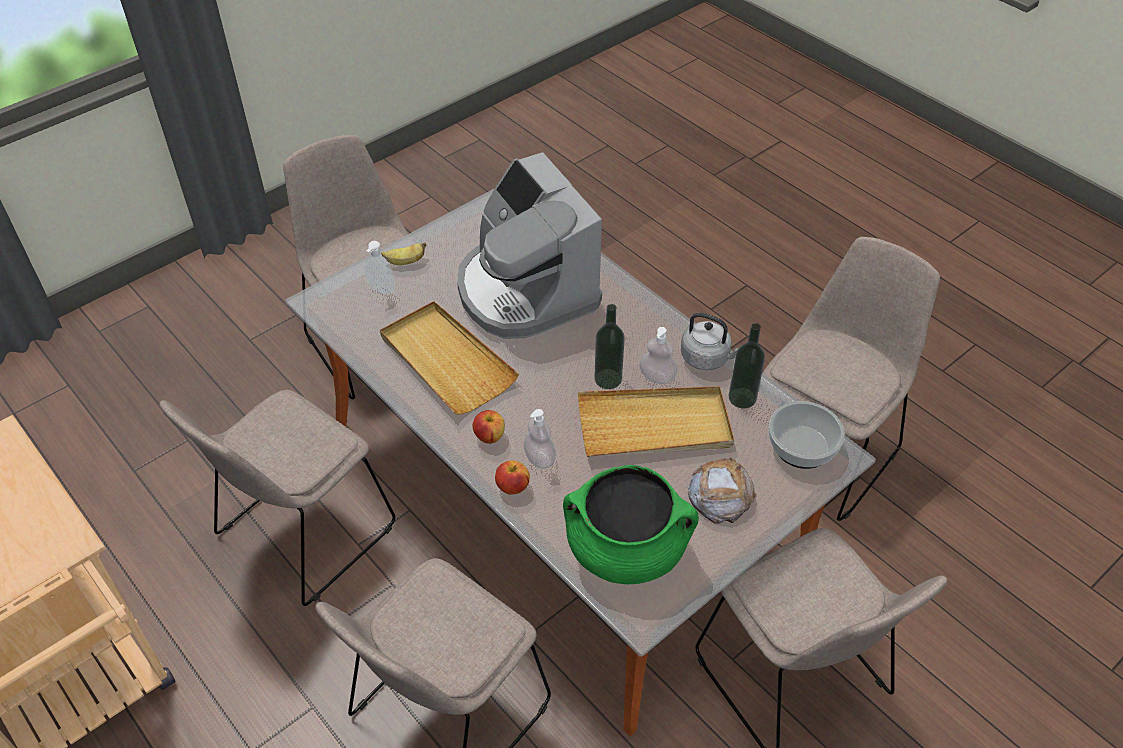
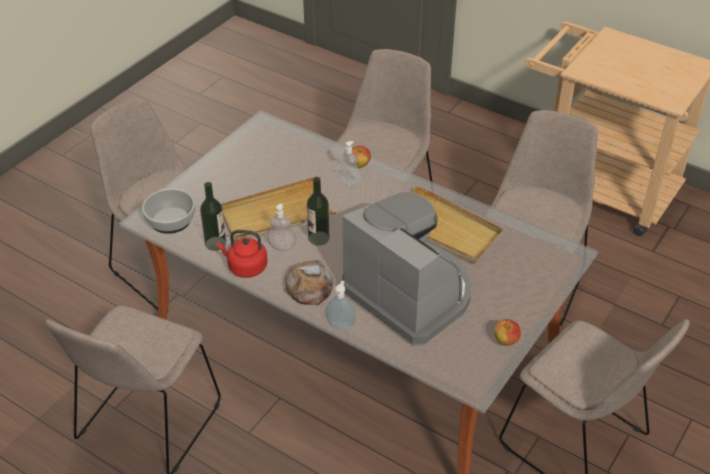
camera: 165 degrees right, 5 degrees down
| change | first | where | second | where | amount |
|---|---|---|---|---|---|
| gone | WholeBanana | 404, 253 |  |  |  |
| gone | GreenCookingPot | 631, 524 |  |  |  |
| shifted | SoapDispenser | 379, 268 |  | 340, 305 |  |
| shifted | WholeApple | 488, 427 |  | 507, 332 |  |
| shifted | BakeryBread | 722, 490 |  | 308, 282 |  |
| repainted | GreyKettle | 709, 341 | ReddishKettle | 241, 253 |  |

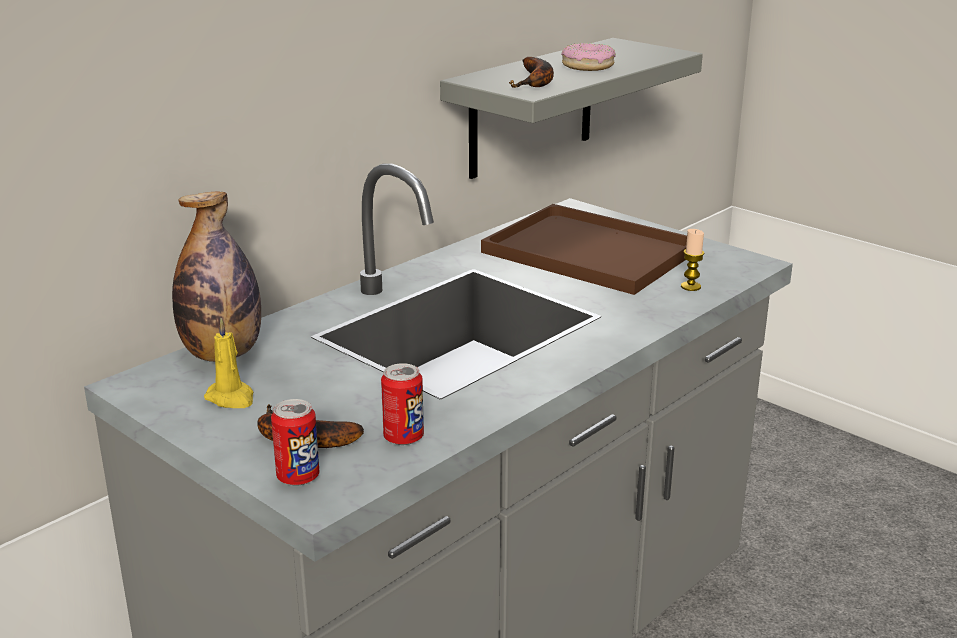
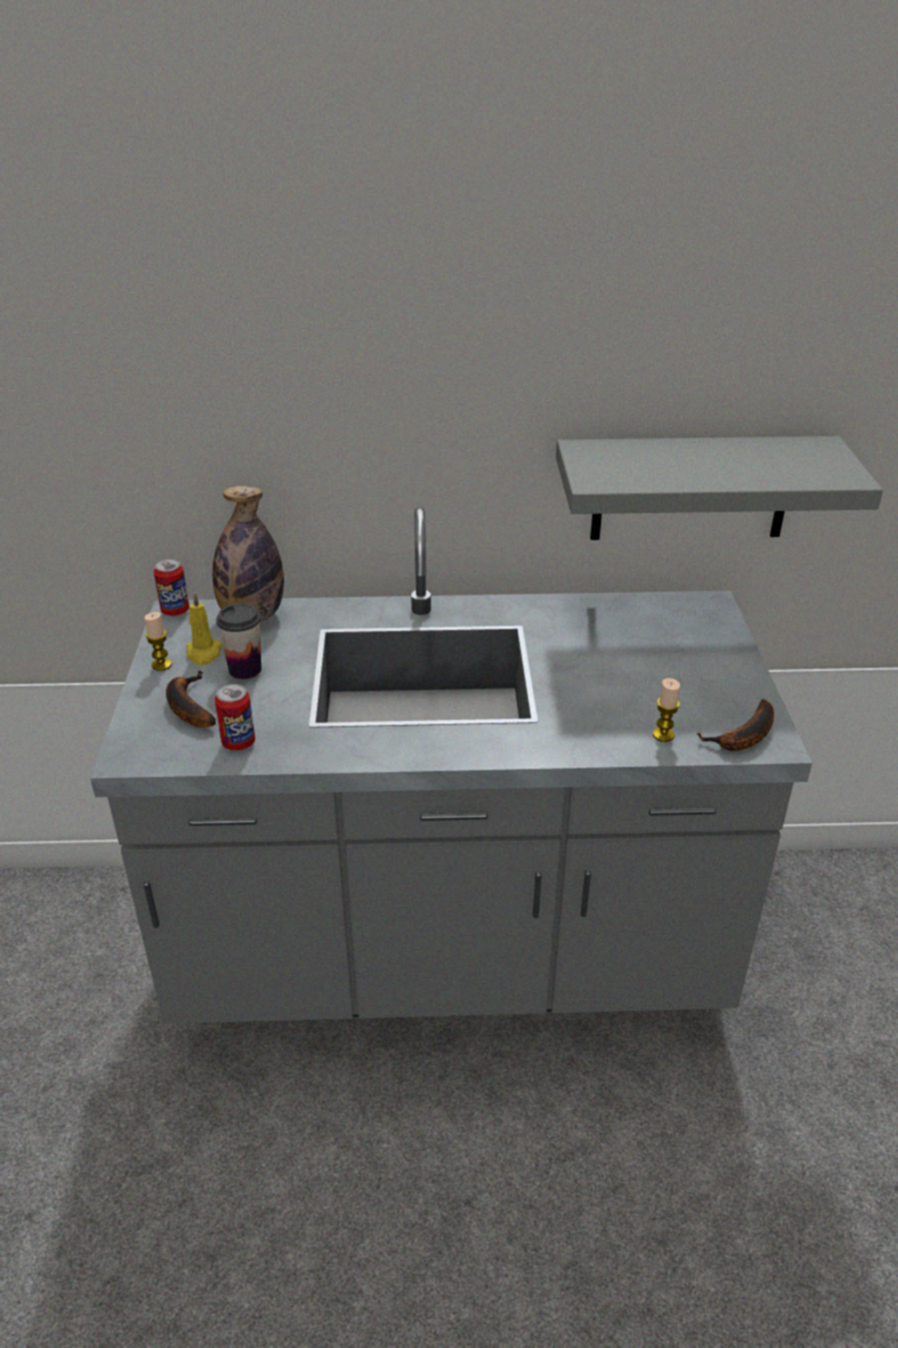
camera: 45 degrees right, 10 degrees up
| change | first | where | second | where | amount |
|---|---|---|---|---|---|
| gone | BrownTray | 584, 249 |  |  |  |
| gone | Donut | 588, 57 |  |  |  |
| new |  |  | WaxLight | 158, 641 |  |
| new |  |  | DrinkingCup | 238, 641 |  |
| shifted | SealedCan | 295, 442 |  | 171, 587 |  |
| shifted | WholeBanana | 531, 72 |  | 735, 725 |  |

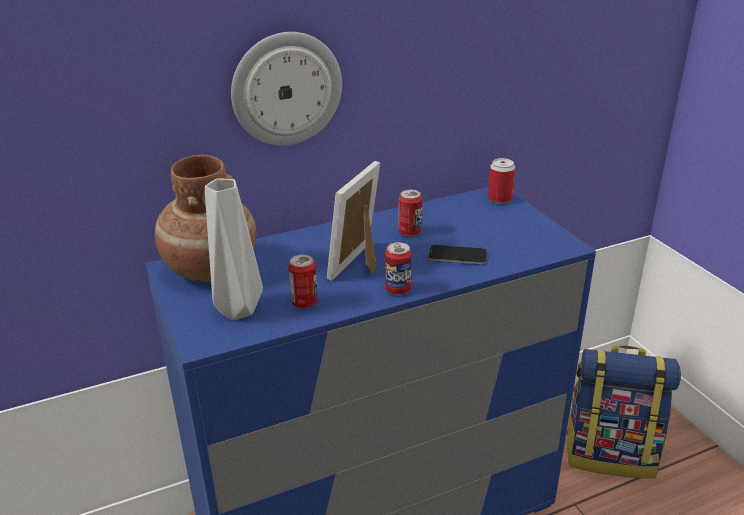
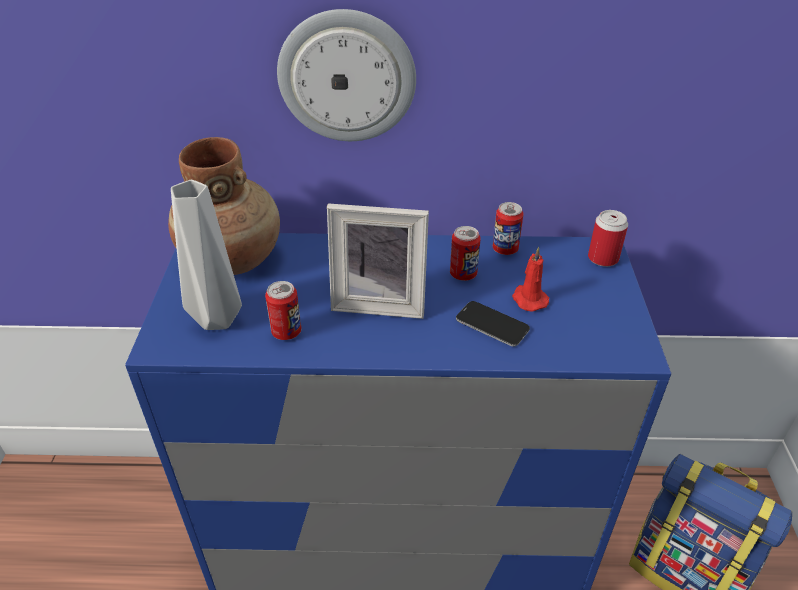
camera: 25 degrees right, 10 degrees up
| change | first | where | second | where | amount |
|---|---|---|---|---|---|
| new |  |  | ReddishWaxLight | 530, 279 |  |
| shifted | SealedCan | 398, 268 |  | 508, 228 |  |
| rotated | StandingFrame | 353, 221 |  | 378, 261 | 135 degrees counterclockwise |

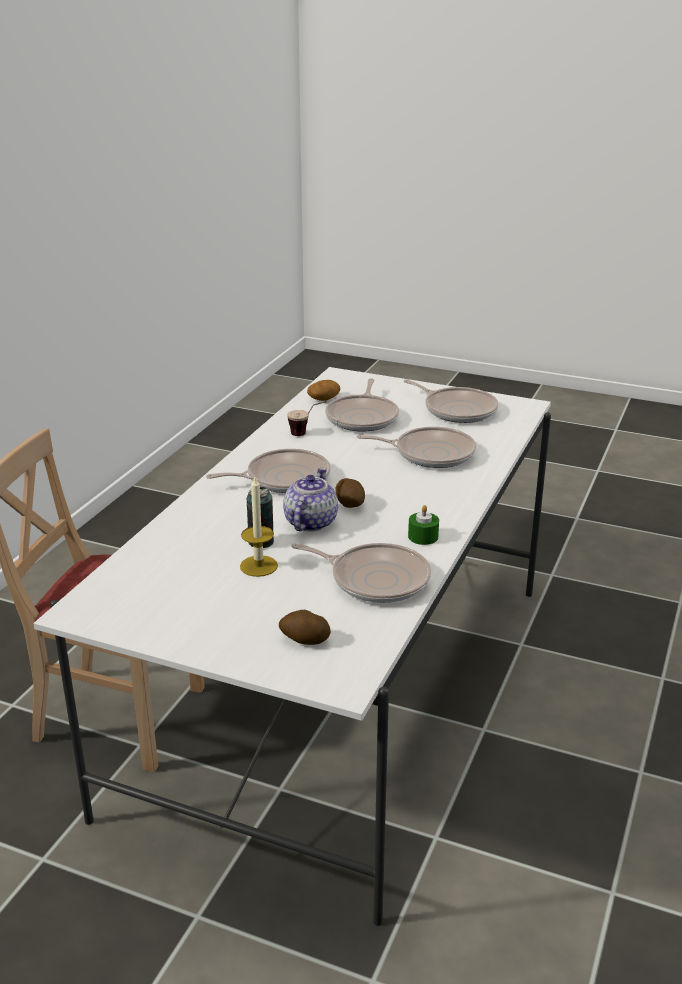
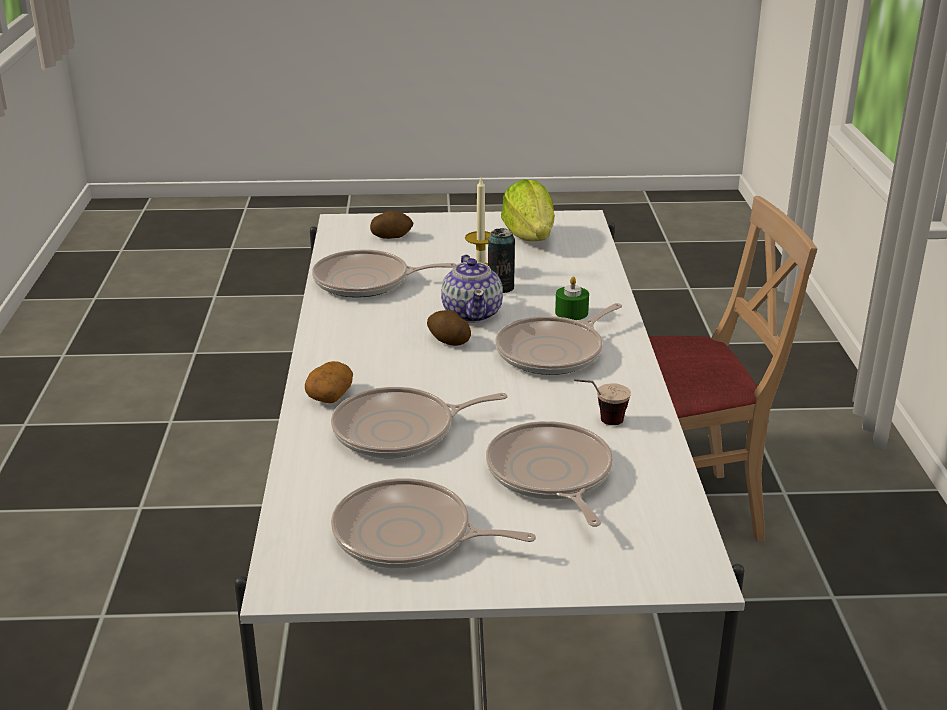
camera: 155 degrees right, 0 degrees up
| change | first | where | second | where | amount |
|---|---|---|---|---|---|
| new |  |  | HeadOfLettuce | 528, 210 |  |
| shifted | Spud | 323, 390 |  | 329, 382 |  |
| shifted | GreenWaxLight | 423, 525 |  | 572, 298 |  |

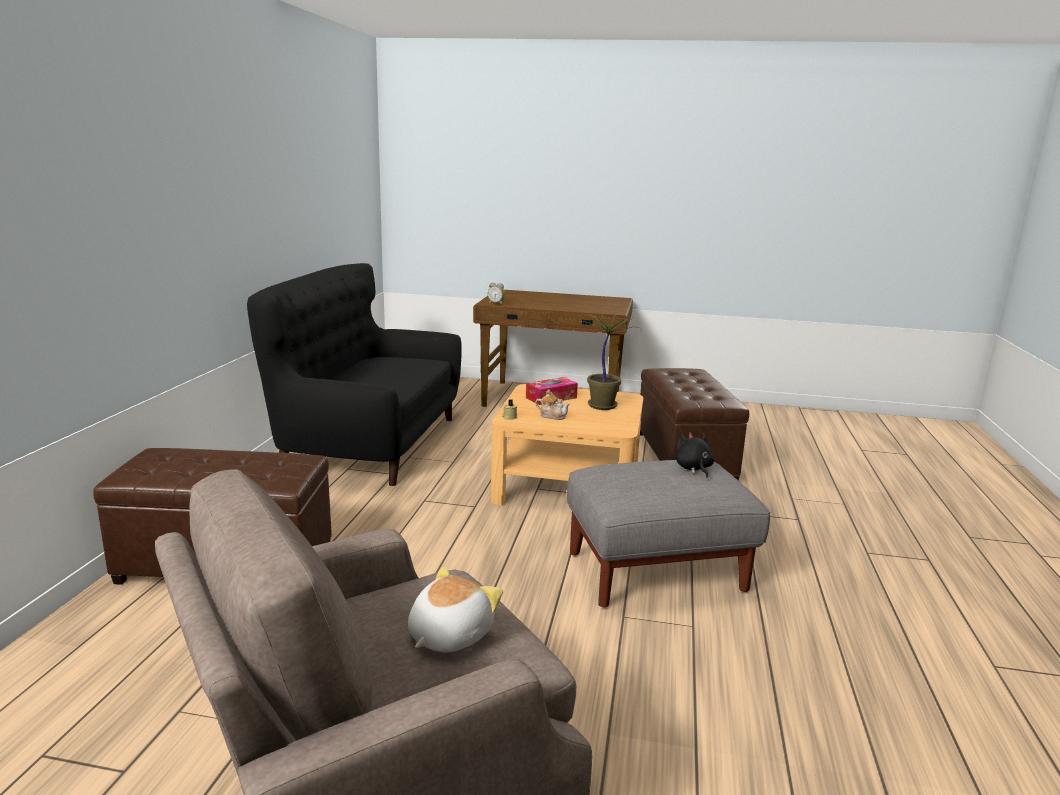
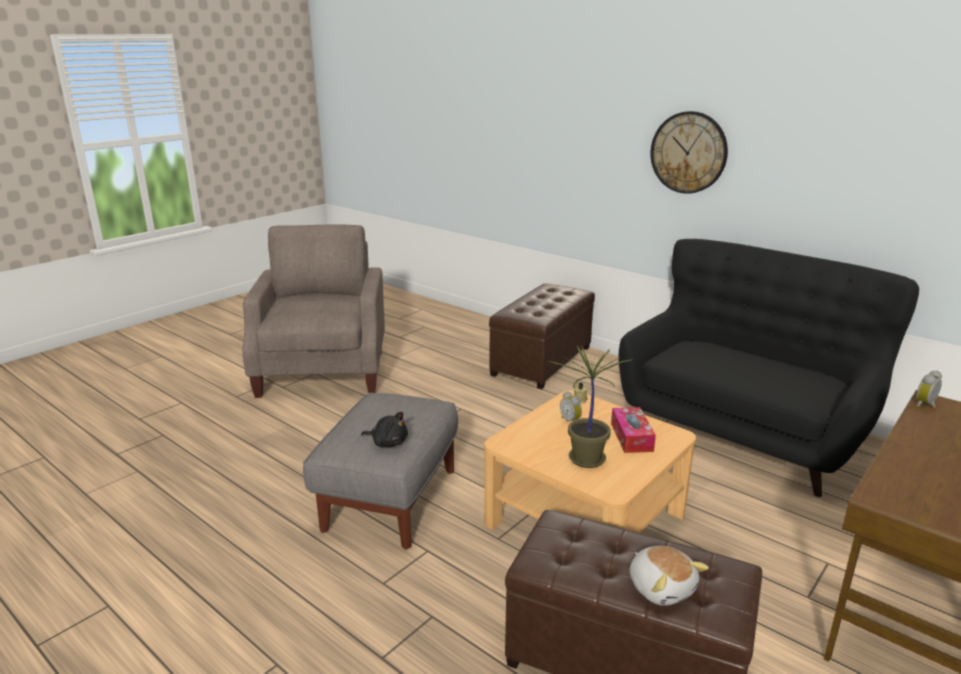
camera: 120 degrees right, 5 degrees up
| change | first | where | second | where | amount |
|---|---|---|---|---|---|
| new |  |  | ClockOnTheWall | 689, 152 |  |
| shifted | PlushToy | 455, 609 |  | 669, 576 |  |
| swapped | Teapot | 552, 404 | AlarmClock | 571, 406 |  |

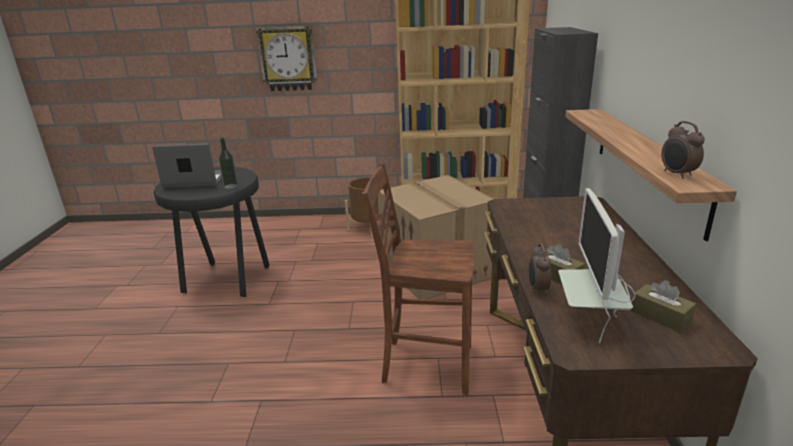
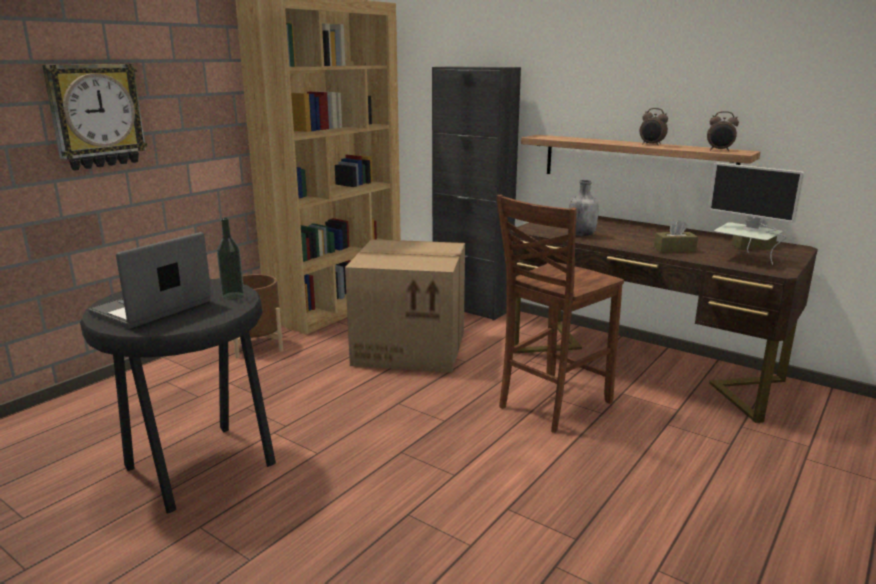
camera: 55 degrees left, 5 degrees down
| change | first | where | second | where | amount |
|---|---|---|---|---|---|
| new |  |  | GreyBeverageBottle | 584, 208 |  |
| shifted | AlarmClock | 540, 269 |  | 654, 127 |  |

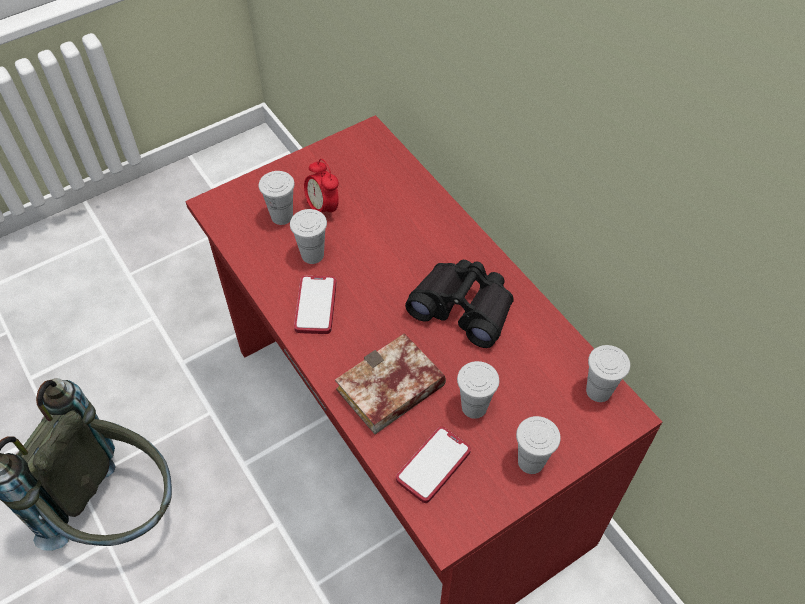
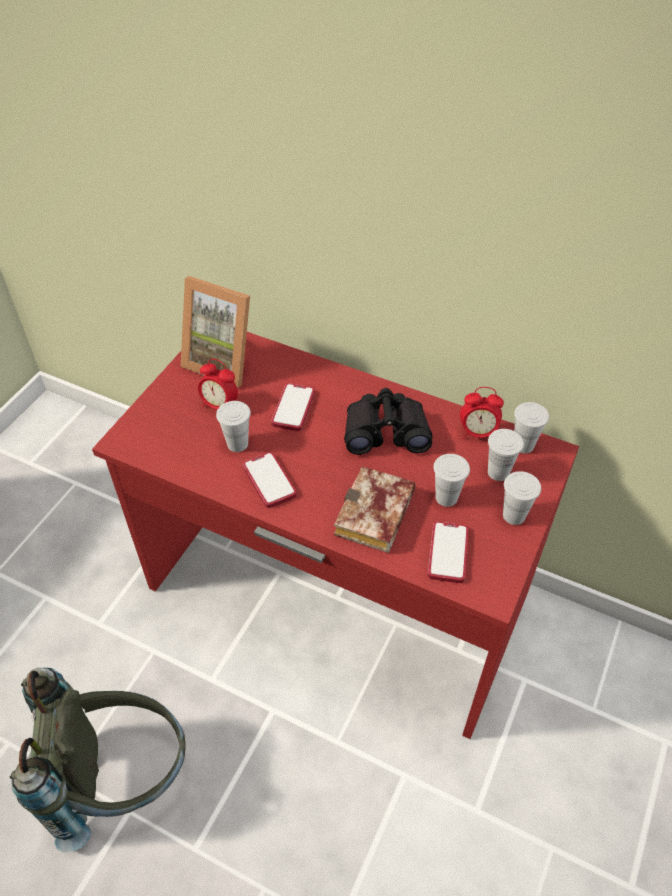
camera: 30 degrees left, 5 degrees down
| change | first | where | second | where | amount |
|---|---|---|---|---|---|
| new |  |  | StandingFrame | 215, 332 |  |
| new |  |  | Telephone | 293, 407 |  |
| new |  |  | AlarmClock | 482, 412 |  |
| shifted | WhiteColouredDrinkingCup | 277, 198 |  | 506, 455 |  |

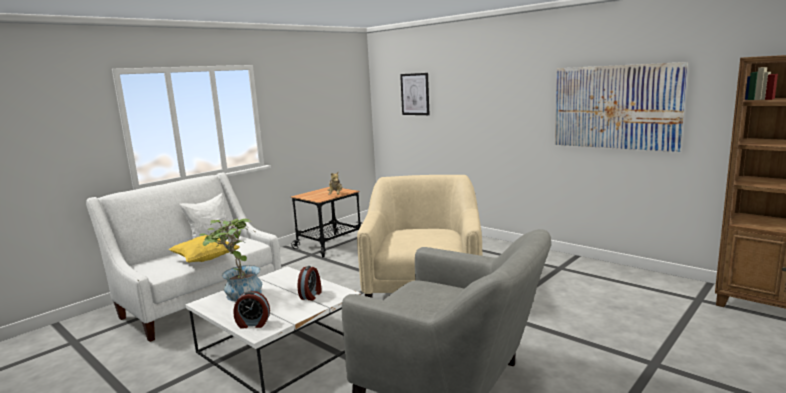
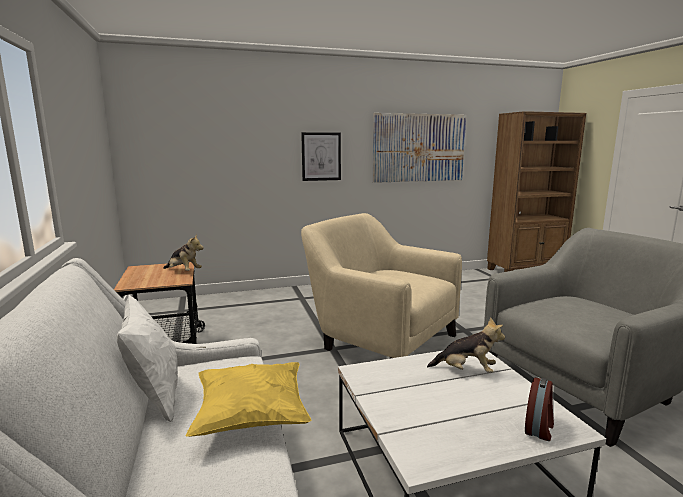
camera: 60 degrees left, 0 degrees up
| change | first | where | second | where | amount |
|---|---|---|---|---|---|
| gone | Houseplant | 230, 259 |  |  |  |
| shifted | WallArt | 414, 94 |  | 321, 156 |  |
| swapped | AlarmClock | 309, 283 | PlushToy | 466, 345 |  |

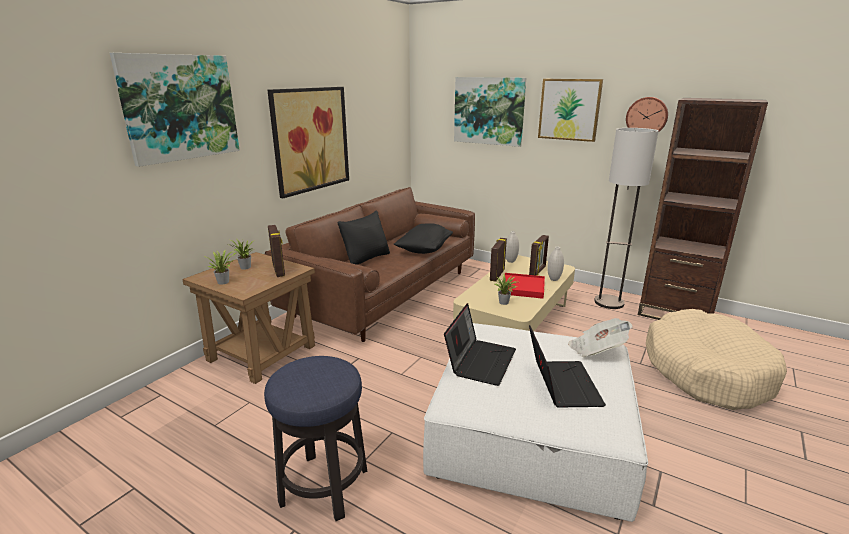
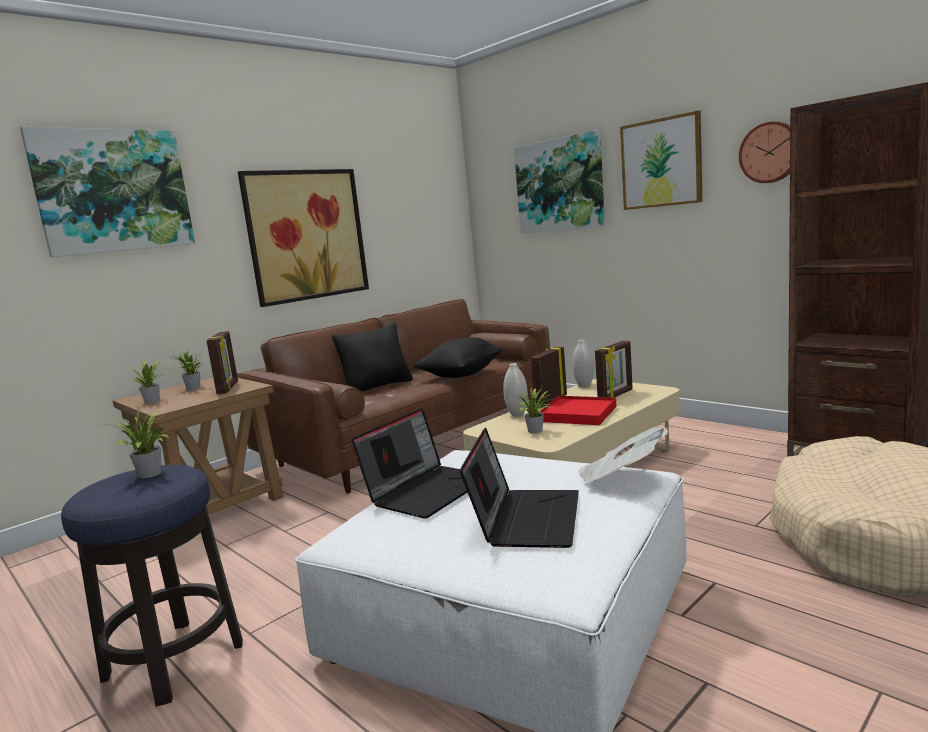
camera: 15 degrees right, 10 degrees down
| change | first | where | second | where | amount |
|---|---|---|---|---|---|
| gone | StandingLamp | 626, 218 |  |  |  |
| new |  |  | Houseplant | 134, 444 |  |
| shifted | WhiteColouredDecorativeVase | 555, 263 |  | 515, 390 |  |

